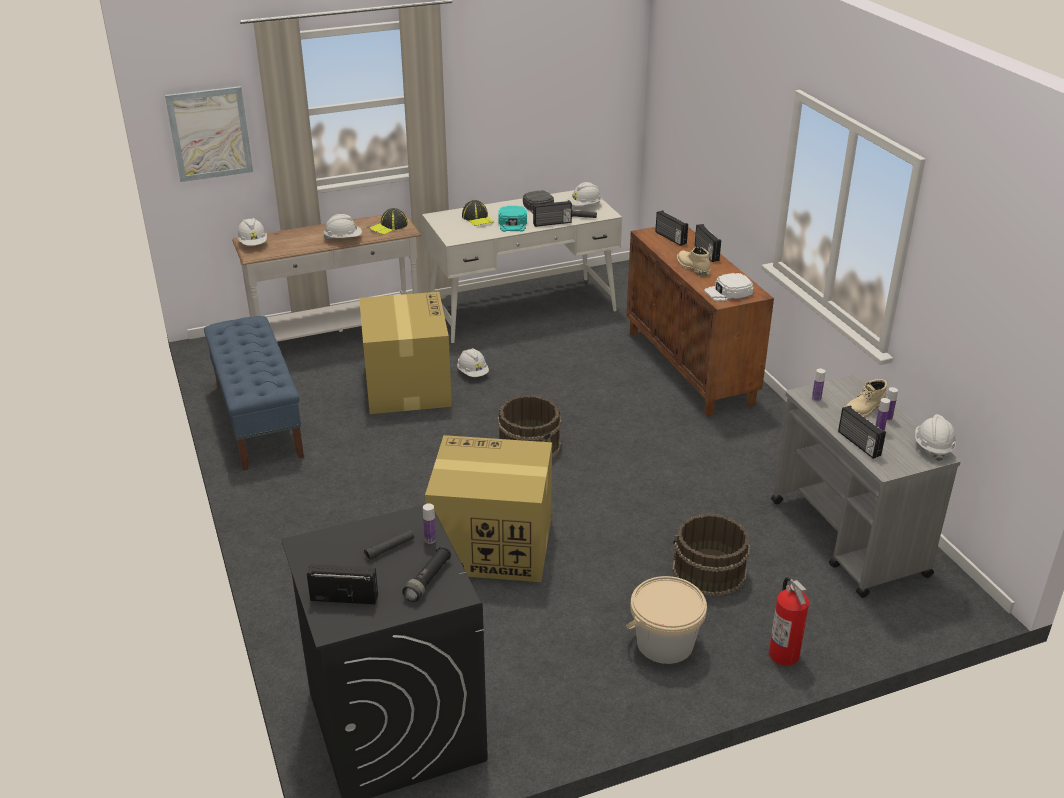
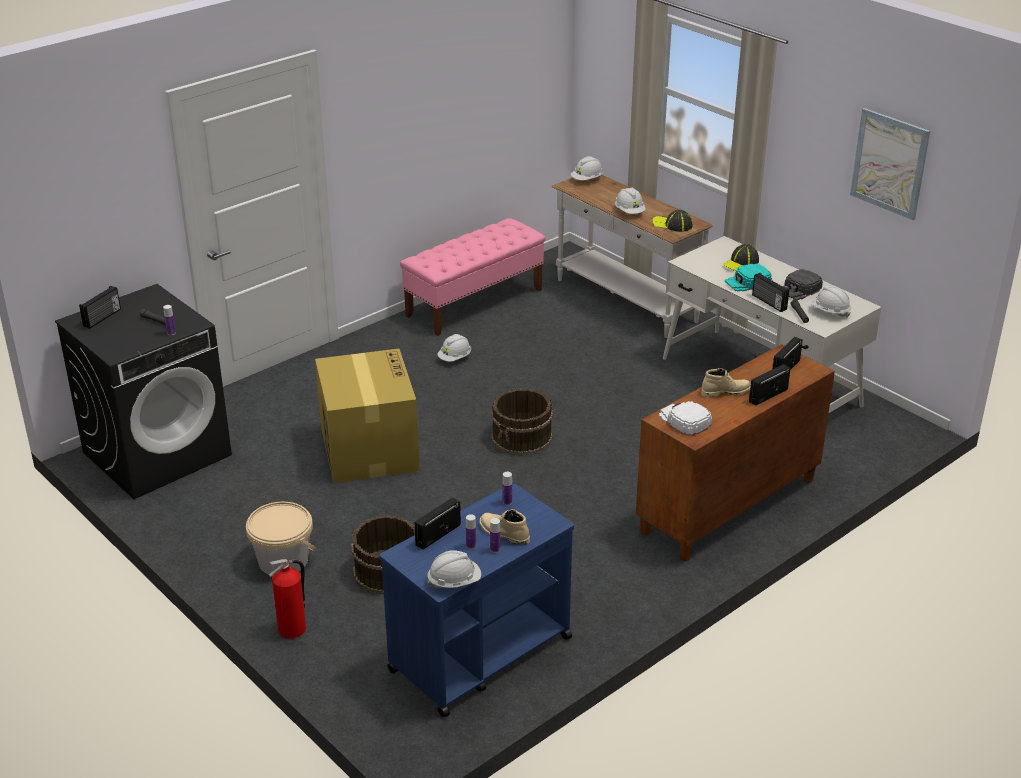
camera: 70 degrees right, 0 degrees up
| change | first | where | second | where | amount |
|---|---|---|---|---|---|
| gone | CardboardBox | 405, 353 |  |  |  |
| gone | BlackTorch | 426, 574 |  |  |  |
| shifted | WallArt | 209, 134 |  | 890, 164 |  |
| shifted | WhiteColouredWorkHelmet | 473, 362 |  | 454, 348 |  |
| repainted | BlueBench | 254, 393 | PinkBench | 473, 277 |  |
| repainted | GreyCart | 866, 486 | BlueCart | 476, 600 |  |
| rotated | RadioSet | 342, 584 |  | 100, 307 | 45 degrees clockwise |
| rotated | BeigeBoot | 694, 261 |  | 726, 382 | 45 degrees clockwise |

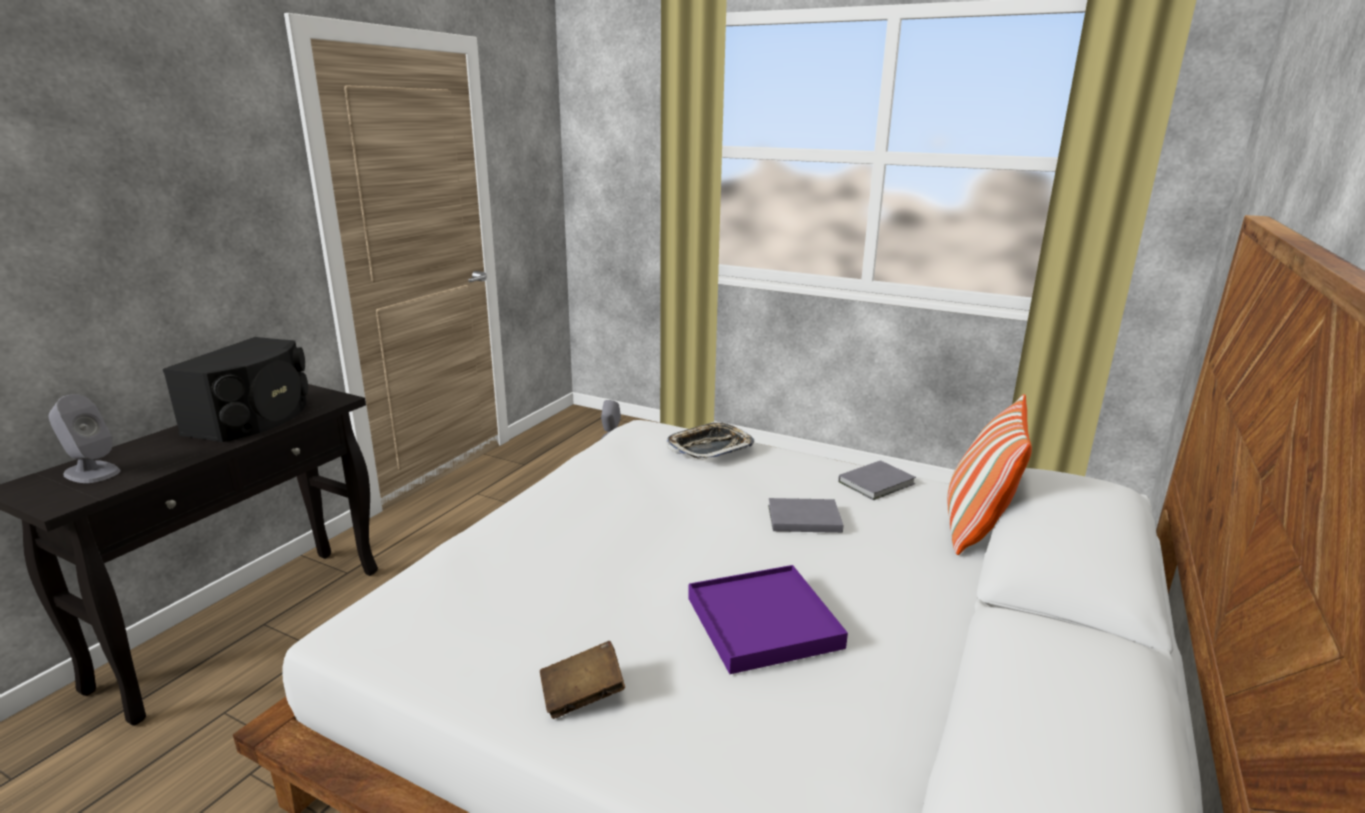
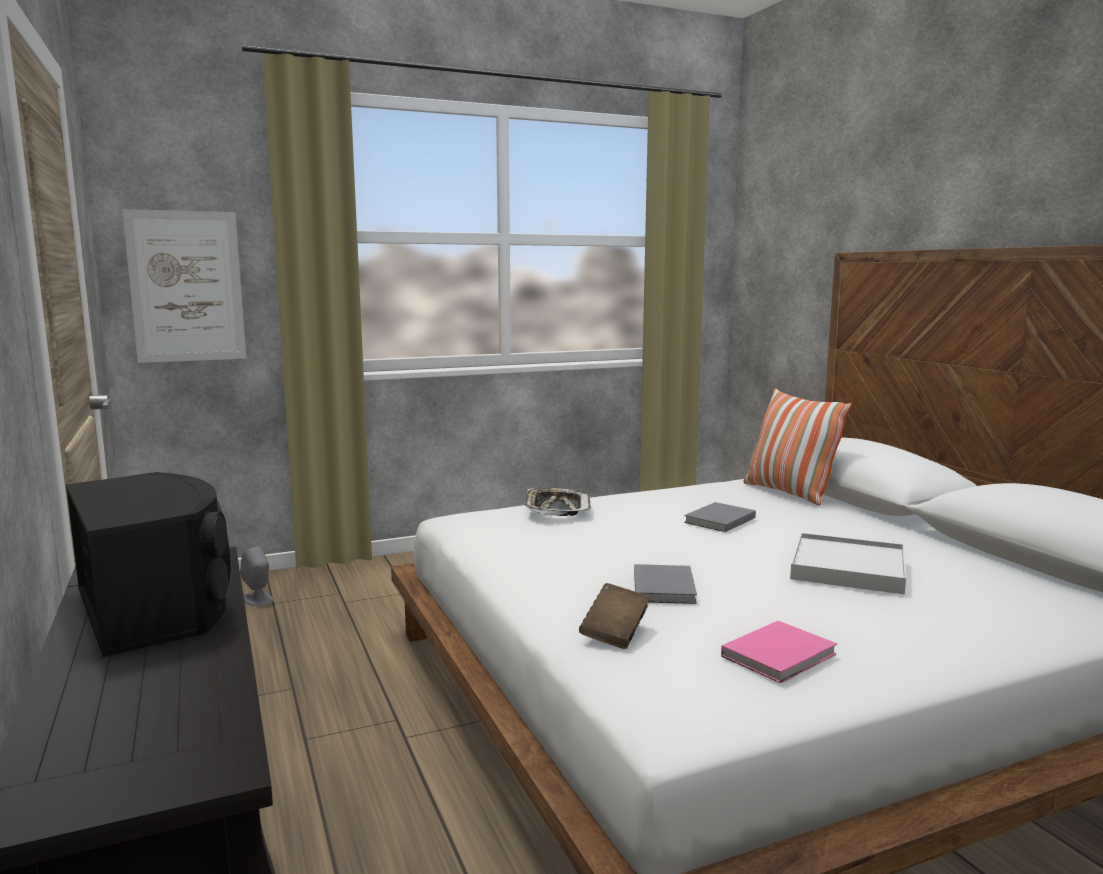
camera: 50 degrees left, 10 degrees down
| change | first | where | second | where | amount |
|---|---|---|---|---|---|
| gone | GreyLoudspeaker | 84, 438 |  |  |  |
| new |  |  | WallArt | 184, 286 |  |
| new |  |  | PinkBook | 779, 652 |  |
| shifted | BrownBook | 582, 680 |  | 614, 616 |  |
| shifted | GreyBook | 877, 480 |  | 665, 584 |  |
| repainted | PurpleColouredTray | 768, 619 | WhiteColouredTray | 848, 564 |  |

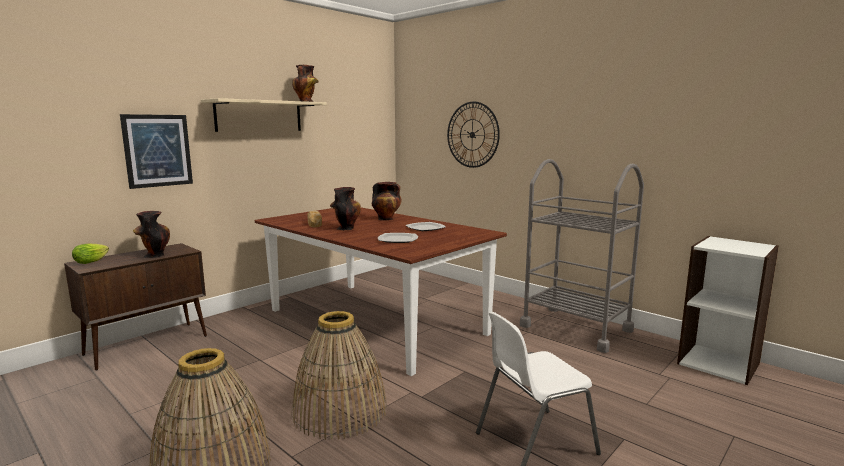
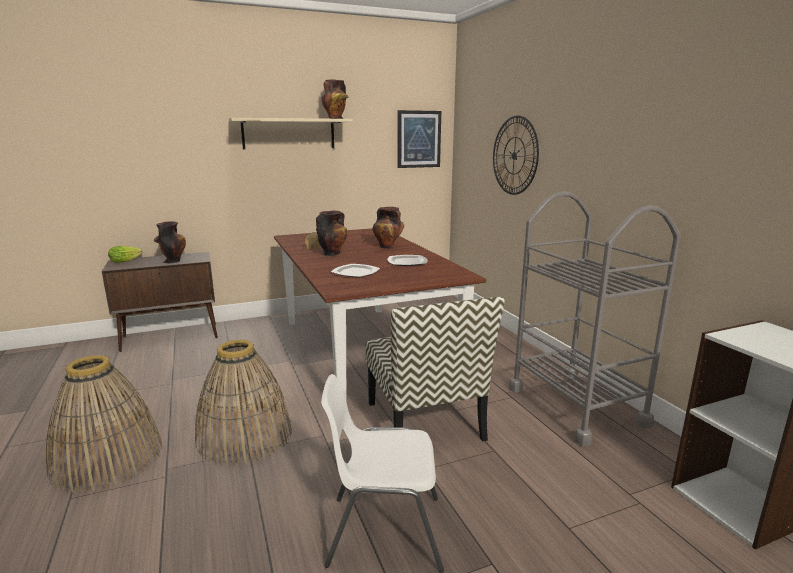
camera: 25 degrees right, 5 degrees up
| change | first | where | second | where | amount |
|---|---|---|---|---|---|
| new |  |  | UprightChair | 435, 369 |  |
| shifted | WallArt | 156, 151 |  | 419, 139 |  |

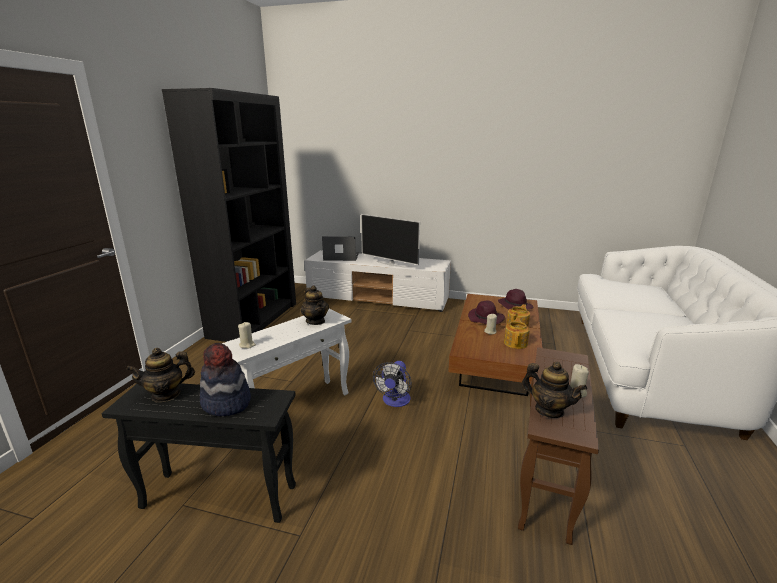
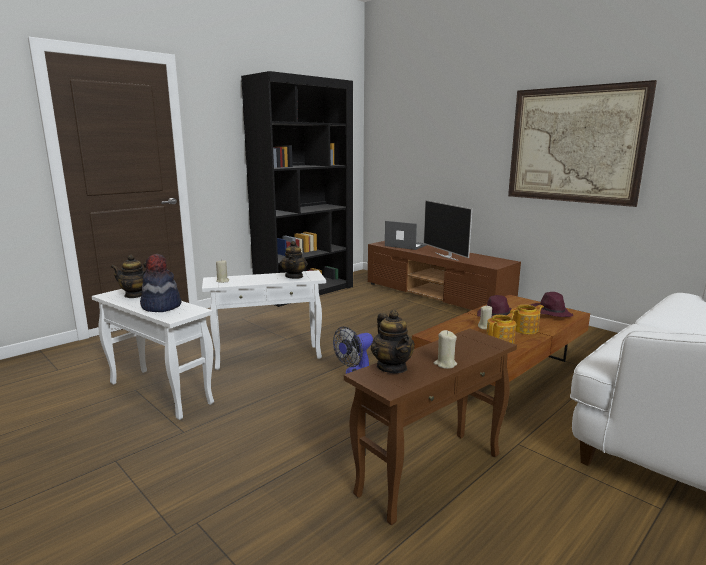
camera: 30 degrees right, 5 degrees down
| change | first | where | second | where | amount |
|---|---|---|---|---|---|
| new |  |  | WallArt | 582, 143 |  |
| repainted | BlackSideTable | 198, 453 | WhiteColouredSideTable | 153, 354 |  |
| repainted | WhiteColouredTvUnit | 378, 281 | BrownTvUnit | 444, 275 |  |

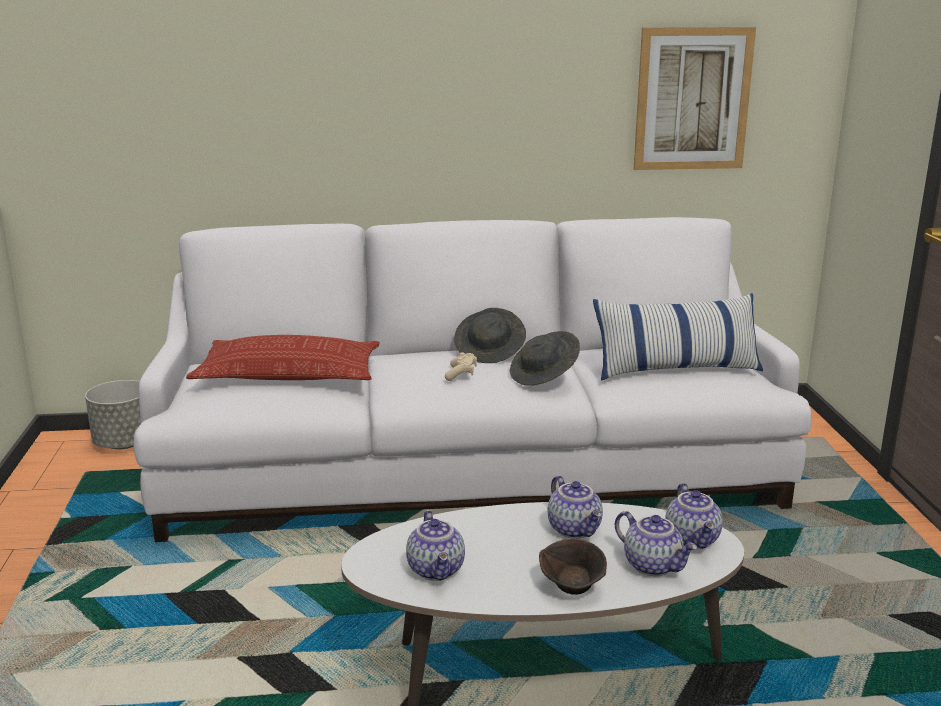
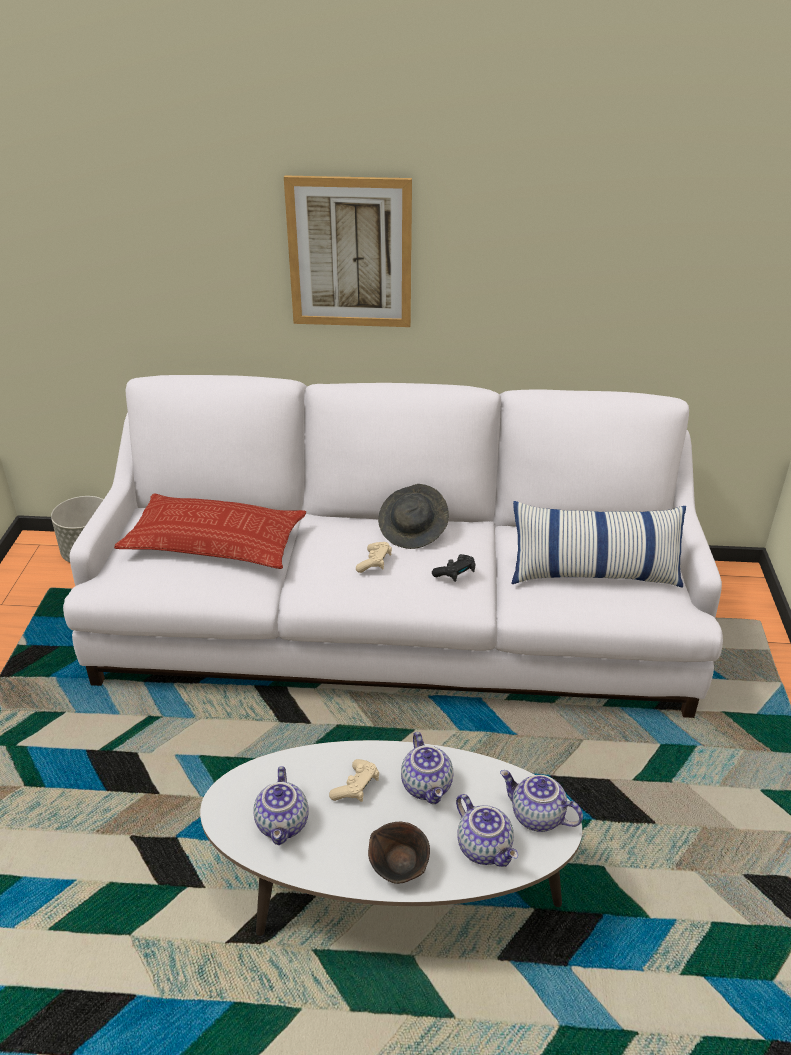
camera: 10 degrees right, 15 degrees up
| change | first | where | second | where | amount |
|---|---|---|---|---|---|
| new |  |  | BeigeJoypad | 354, 780 |  |
| shifted | WallArt | 695, 98 |  | 348, 251 |  |
| swapped | GreyClothingHat | 545, 358 | BlackJoypad | 454, 568 |  |
| rotated | Teapot | 694, 516 |  | 541, 801 | 120 degrees clockwise |

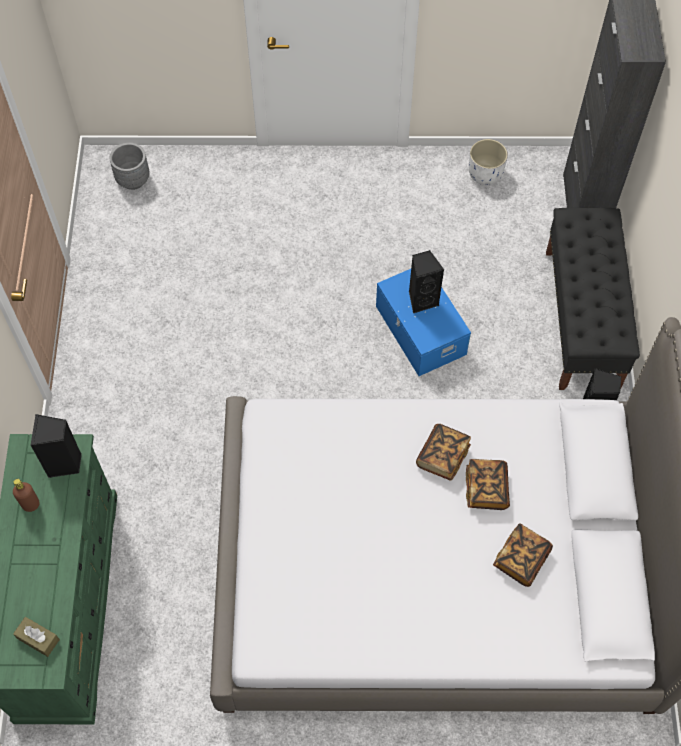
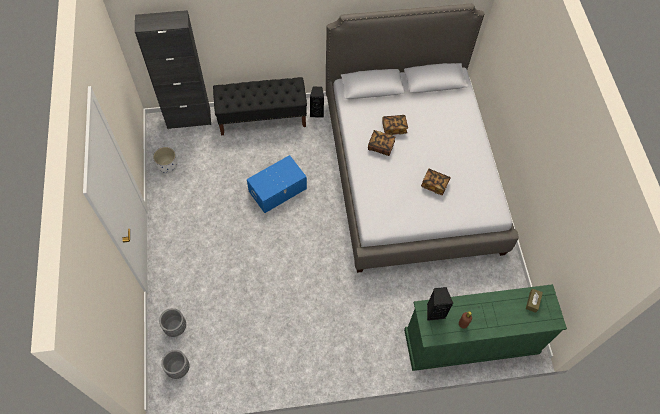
camera: 100 degrees left, 0 degrees up
| change | first | where | second | where | amount |
|---|---|---|---|---|---|
| gone | BlackLoudspeaker | 426, 281 |  |  |  |
| new |  |  | GreyPlanter | 172, 322 |  |
| shifted | Book | 523, 555 |  | 436, 182 |  |

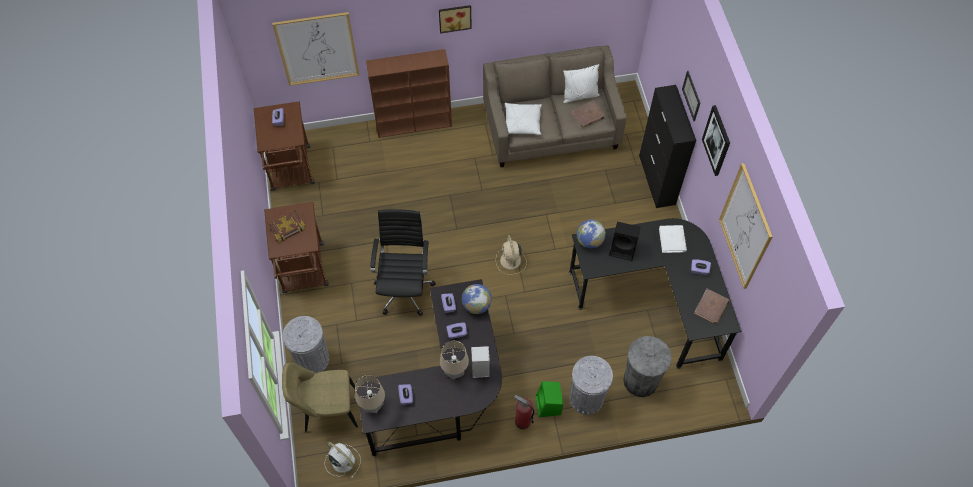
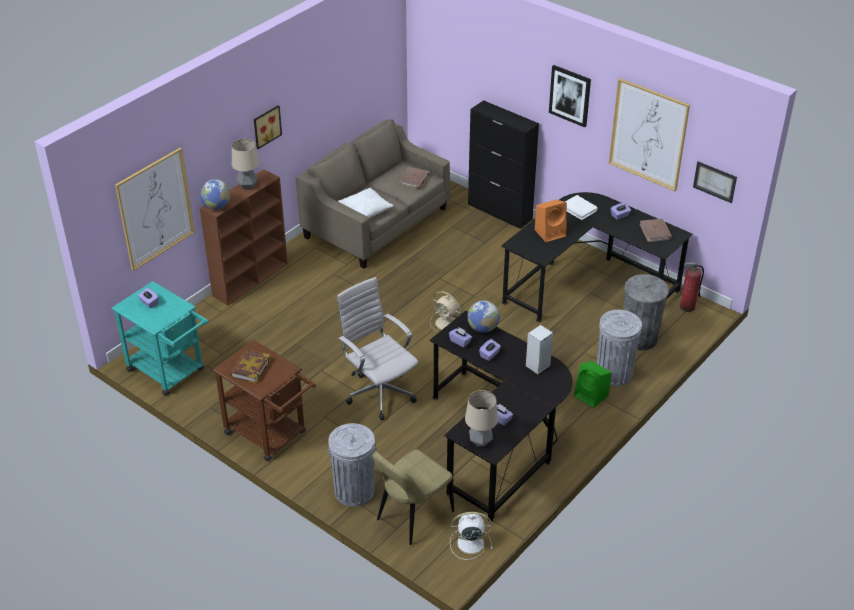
camera: 40 degrees left, 20 degrees down
| change | first | where | second | where | amount |
|---|---|---|---|---|---|
| gone | WhiteColouredPillow | 581, 83 |  |  |  |
| shifted | TabletopLamp | 454, 360 |  | 245, 164 |  |
| shifted | FireExtinguisher | 524, 411 |  | 692, 287 |  |
| shifted | DeskGlobe | 591, 233 |  | 215, 194 |  |
| shifted | WallArt | 691, 96 |  | 715, 182 |  |
| repainted | BrownCart | 284, 145 | TurquoiseColouredCart | 159, 338 |  |
| repainted | BlackOfficeChair | 403, 262 | WhiteColouredOfficeChair | 377, 349 |  |
| repainted | BlackLoudspeaker | 624, 241 | OrangeColouredLoudspeaker | 551, 220 |  |

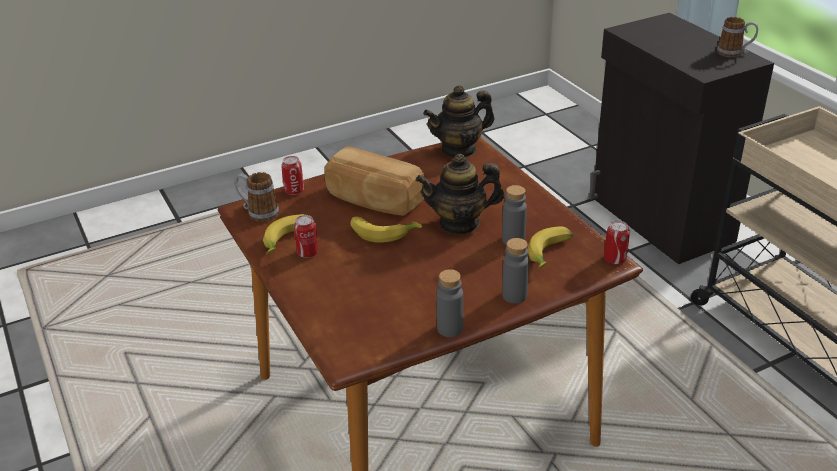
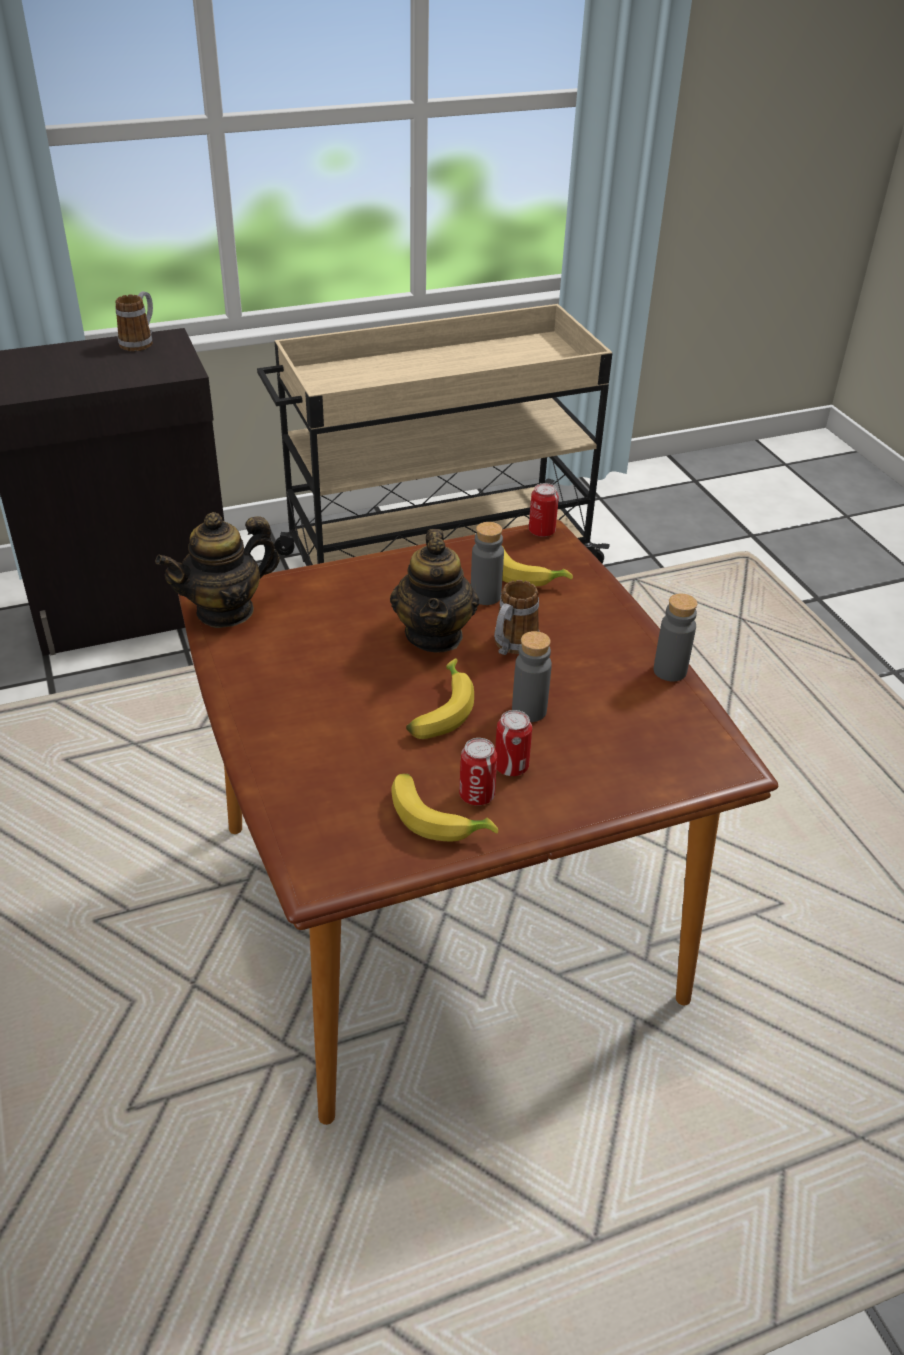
camera: 85 degrees left, 5 degrees up
| change | first | where | second | where | amount |
|---|---|---|---|---|---|
| gone | BakeryBread | 374, 181 |  |  |  |
| shifted | Mug | 256, 197 |  | 516, 617 |  |
| shifted | SealedCan | 292, 175 |  | 513, 743 |  |
| shifted | GreyBeverageBottle | 515, 270 |  | 532, 676 |  |
| rotated | Teapot | 458, 121 |  | 217, 570 | 75 degrees clockwise |

